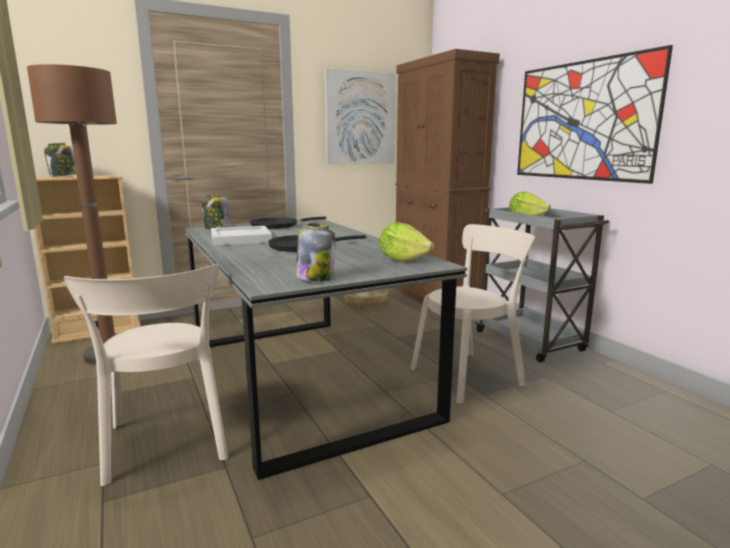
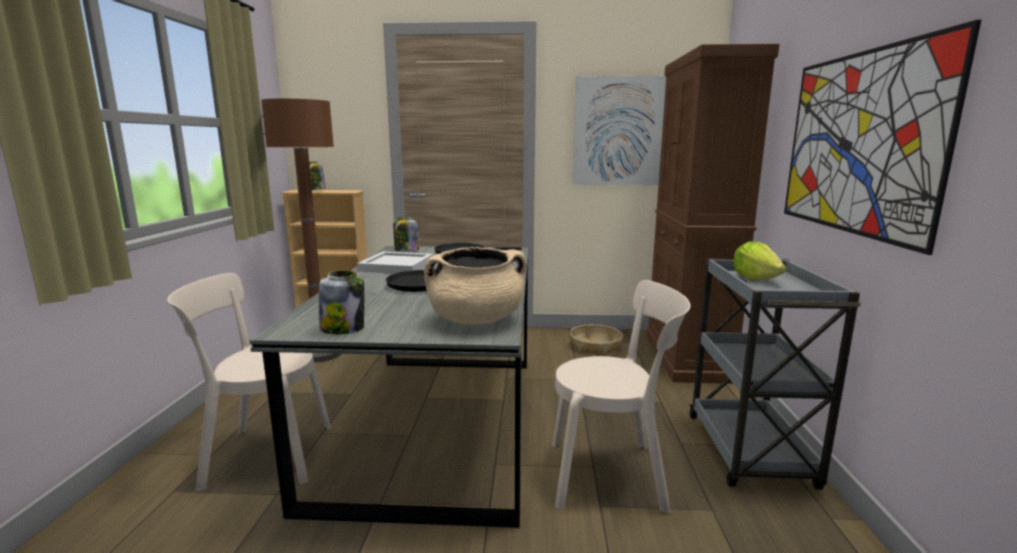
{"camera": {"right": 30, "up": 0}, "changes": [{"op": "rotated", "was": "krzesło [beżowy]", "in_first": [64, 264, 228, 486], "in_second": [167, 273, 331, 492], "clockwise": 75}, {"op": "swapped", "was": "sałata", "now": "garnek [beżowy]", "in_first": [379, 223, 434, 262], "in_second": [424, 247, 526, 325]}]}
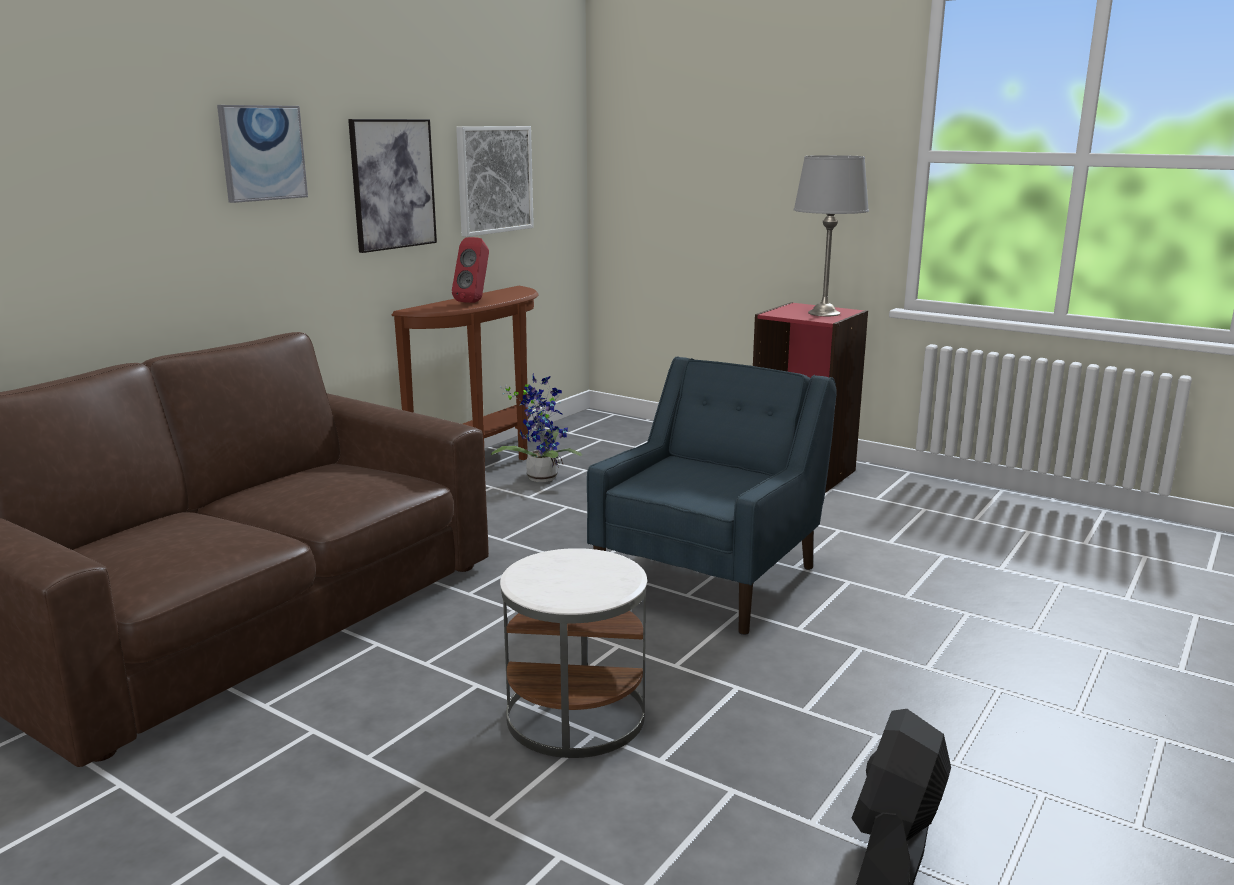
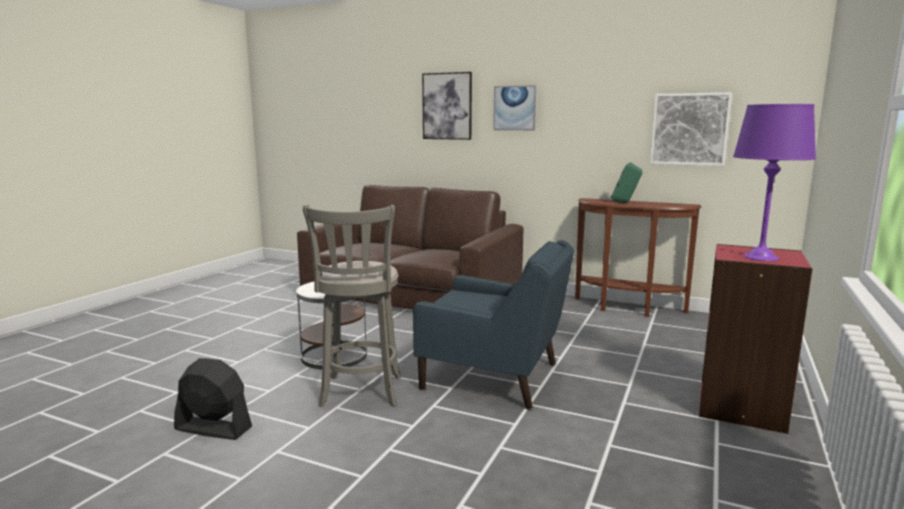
{"camera": {"right": 80, "up": -5}, "changes": [{"op": "new", "now": "stołek [szary]", "in_second": [303, 205, 401, 407]}, {"op": "shifted", "was": "obraz", "in_first": [348, 119, 437, 253], "in_second": [422, 72, 472, 140]}, {"op": "repainted", "was": "głośnik [czerwony]", "now": "głośnik [zielony]", "in_first": [452, 237, 489, 303], "in_second": [611, 162, 642, 203]}, {"op": "repainted", "was": "lampa stołowa [szary]", "now": "lampa stołowa [fioletowy]", "in_first": [794, 155, 869, 316], "in_second": [733, 104, 816, 261]}, {"op": "gone", "was": "roślina doniczkowa", "in_first": [491, 372, 582, 482]}]}
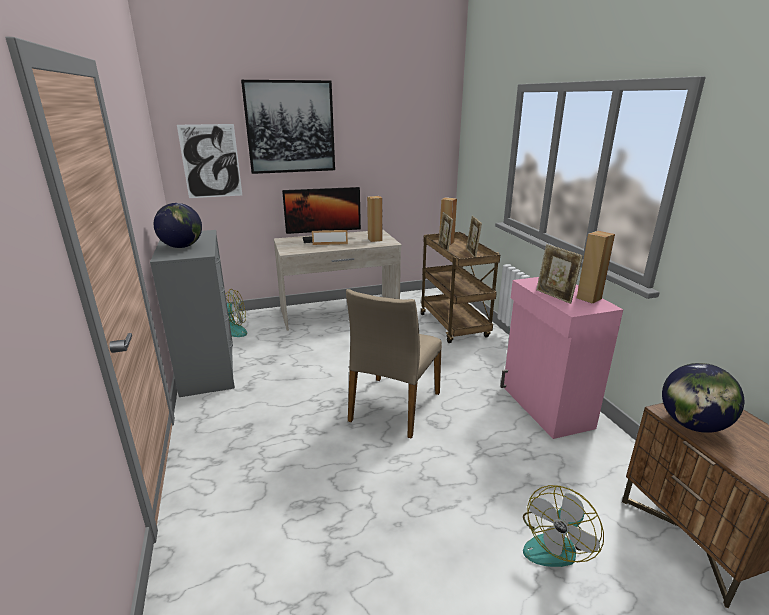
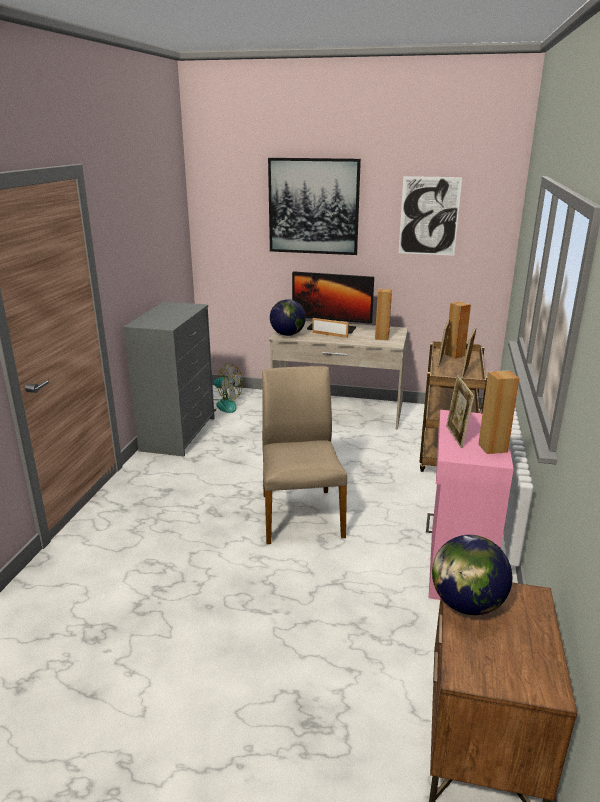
{"camera": {"right": 30, "up": 0}, "changes": [{"op": "rotated", "was": "krzesło [beżowy]", "in_first": [346, 289, 442, 439], "in_second": [262, 366, 347, 544], "clockwise": 120}, {"op": "shifted", "was": "globus", "in_first": [154, 203, 202, 248], "in_second": [270, 299, 306, 336]}, {"op": "shifted", "was": "obraz", "in_first": [177, 124, 242, 198], "in_second": [399, 176, 462, 256]}, {"op": "gone", "was": "wentylator", "in_first": [523, 485, 604, 567]}]}
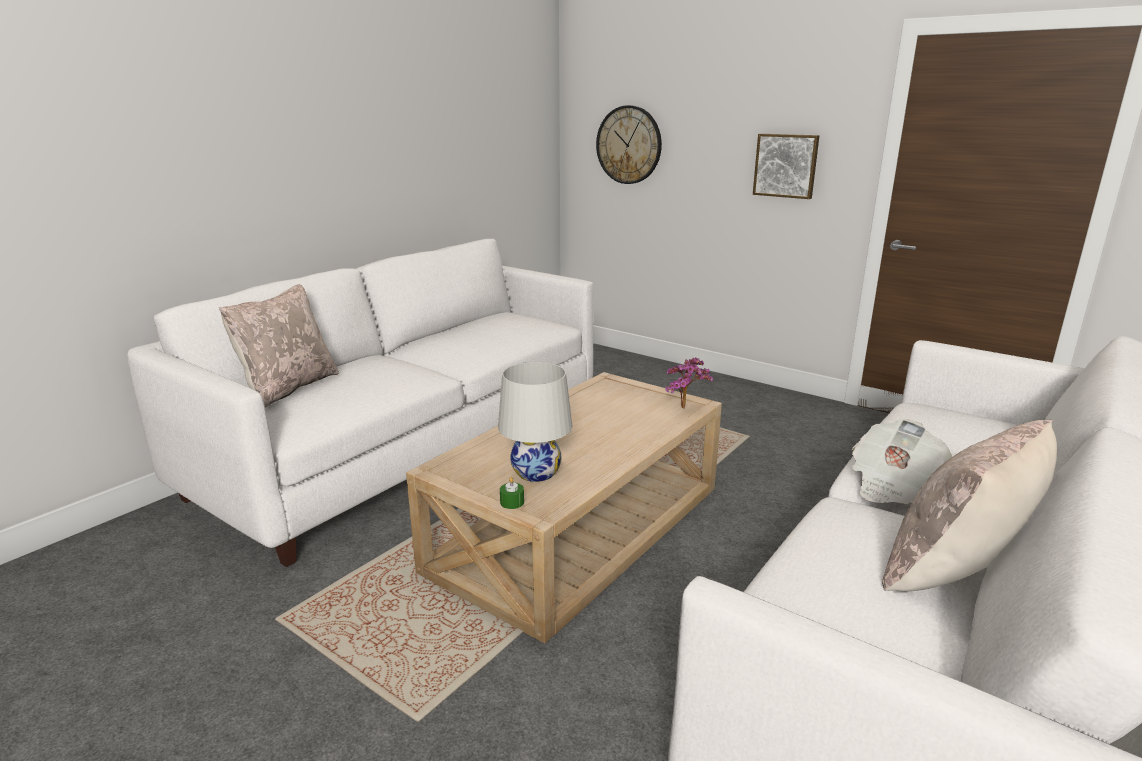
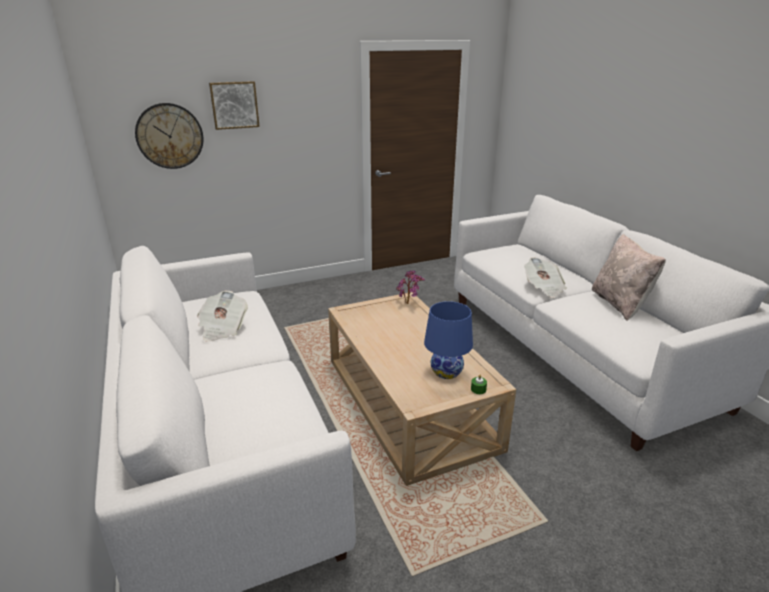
{"camera": {"right": -60, "up": 5}, "changes": [{"op": "new", "now": "gazeta", "in_second": [198, 291, 248, 342]}, {"op": "shifted", "was": "obraz", "in_first": [753, 134, 820, 199], "in_second": [209, 81, 260, 130]}, {"op": "repainted", "was": "lampa stołowa [biały]", "now": "lampa stołowa [niebieski]", "in_first": [498, 362, 572, 482], "in_second": [424, 301, 473, 379]}, {"op": "gone", "was": "poduszka [beżowy]", "in_first": [219, 284, 339, 407]}]}
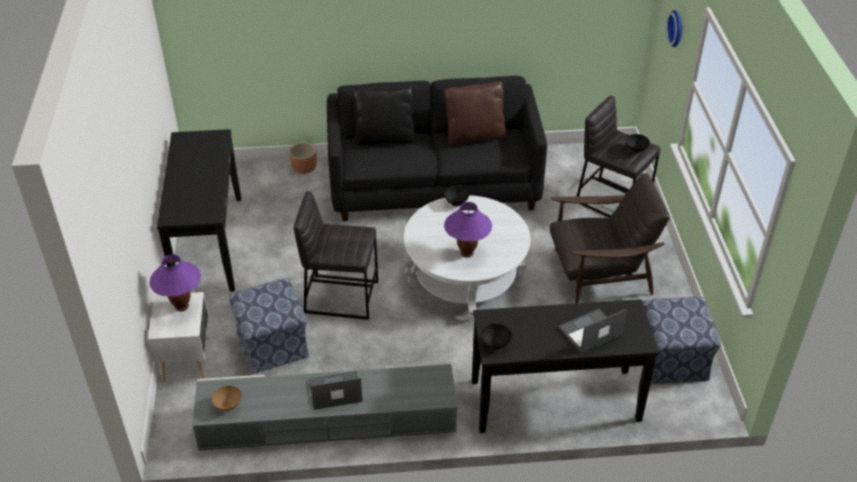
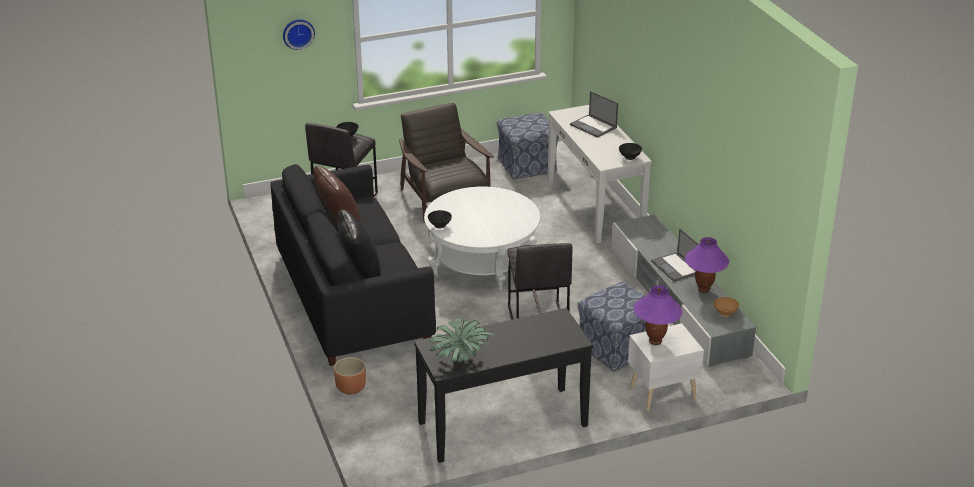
{"camera": {"right": -105, "up": -10}, "changes": [{"op": "new", "now": "roślina doniczkowa", "in_second": [430, 317, 496, 363]}, {"op": "repainted", "was": "stolik konsolowy [czarny]", "now": "stolik konsolowy [biały]", "in_first": [472, 299, 659, 433], "in_second": [548, 105, 652, 243]}, {"op": "shifted", "was": "lampa stołowa [fioletowy]", "in_first": [444, 202, 492, 258], "in_second": [684, 237, 730, 293]}]}
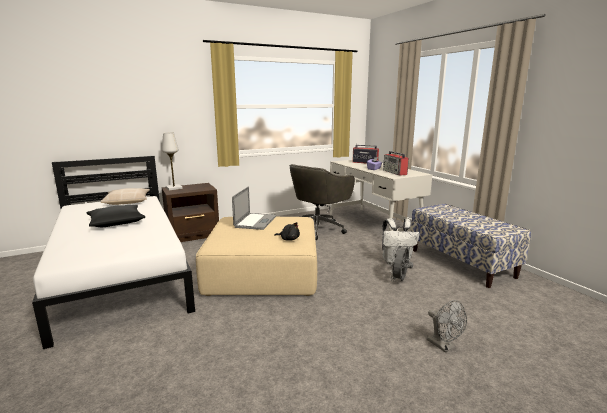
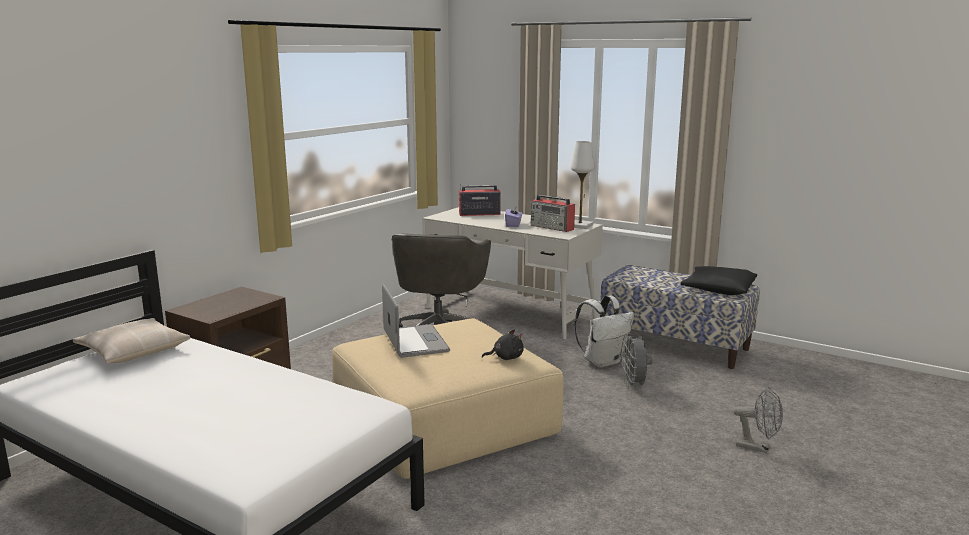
{"camera": {"right": -30, "up": 0}, "changes": [{"op": "shifted", "was": "lampa stołowa [biały]", "in_first": [162, 133, 183, 190], "in_second": [570, 141, 595, 229]}, {"op": "shifted", "was": "poduszka [czarny]", "in_first": [87, 205, 145, 227], "in_second": [680, 266, 757, 295]}]}
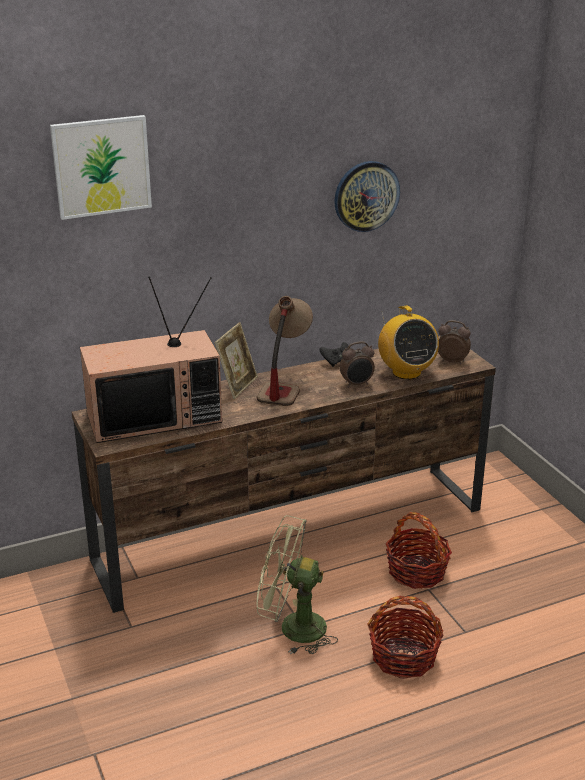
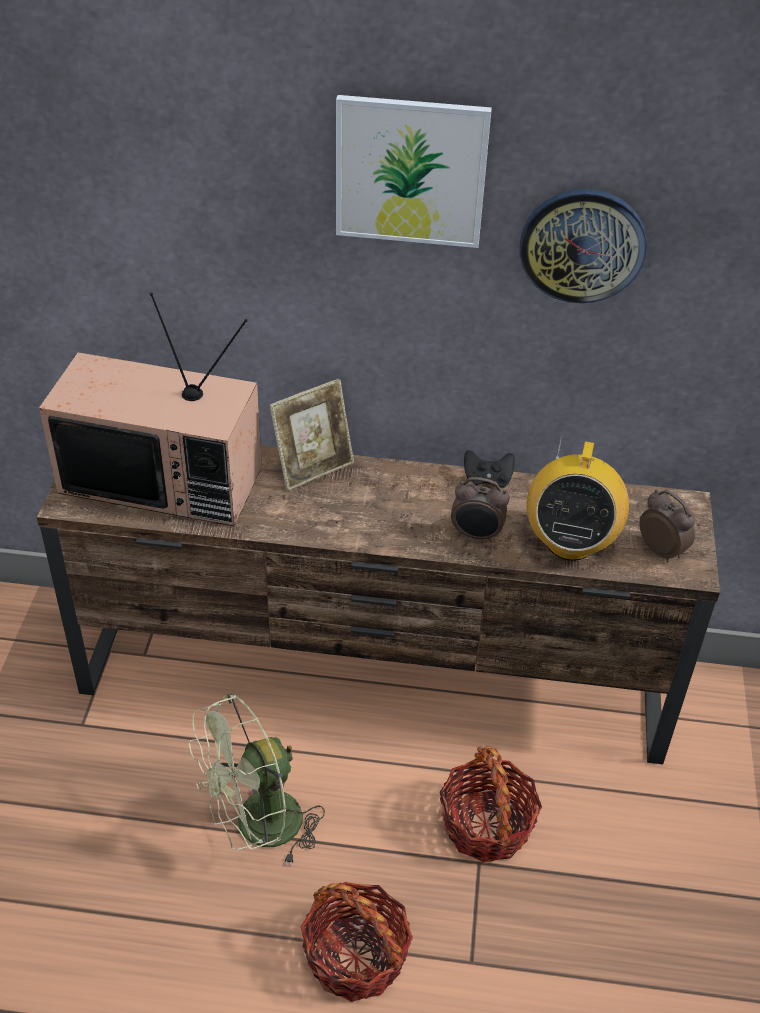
{"camera": {"right": 30, "up": 15}, "changes": [{"op": "rotated", "was": "wentylator [zielony]", "in_first": [257, 515, 338, 654], "in_second": [189, 693, 325, 867], "clockwise": -75}, {"op": "shifted", "was": "obraz", "in_first": [50, 115, 152, 220], "in_second": [336, 95, 492, 248]}, {"op": "gone", "was": "lampa stołowa", "in_first": [257, 296, 313, 406]}]}
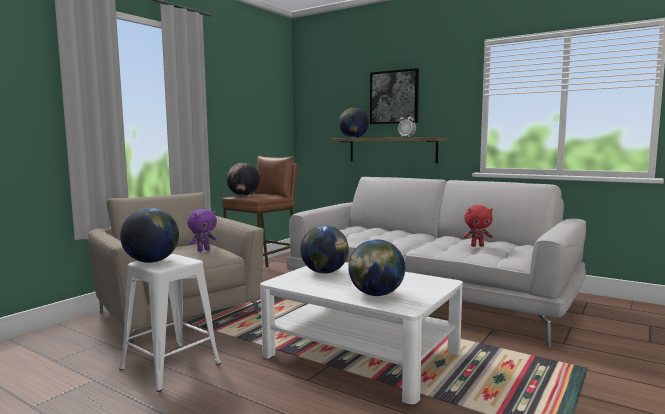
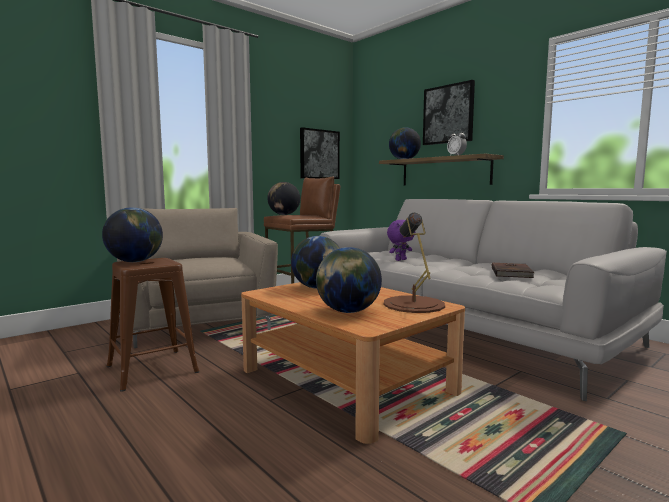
{"camera": {"right": 15, "up": 0}, "changes": [{"op": "repainted", "was": "stołek [biały]", "now": "stołek [brązowy]", "in_first": [119, 254, 221, 392], "in_second": [107, 258, 200, 392]}, {"op": "repainted", "was": "ława [biały]", "now": "ława [brązowy]", "in_first": [260, 262, 463, 404], "in_second": [241, 282, 465, 444]}, {"op": "new", "now": "obraz", "in_second": [300, 127, 340, 179]}, {"op": "new", "now": "lampa stołowa [brązowy]", "in_second": [384, 213, 445, 313]}, {"op": "shifted", "was": "pluszak [fioletowy]", "in_first": [187, 209, 217, 252], "in_second": [387, 220, 415, 261]}, {"op": "swapped", "was": "pluszak [czerwony]", "now": "książka [brązowy]", "in_first": [463, 205, 493, 247], "in_second": [492, 262, 534, 278]}]}
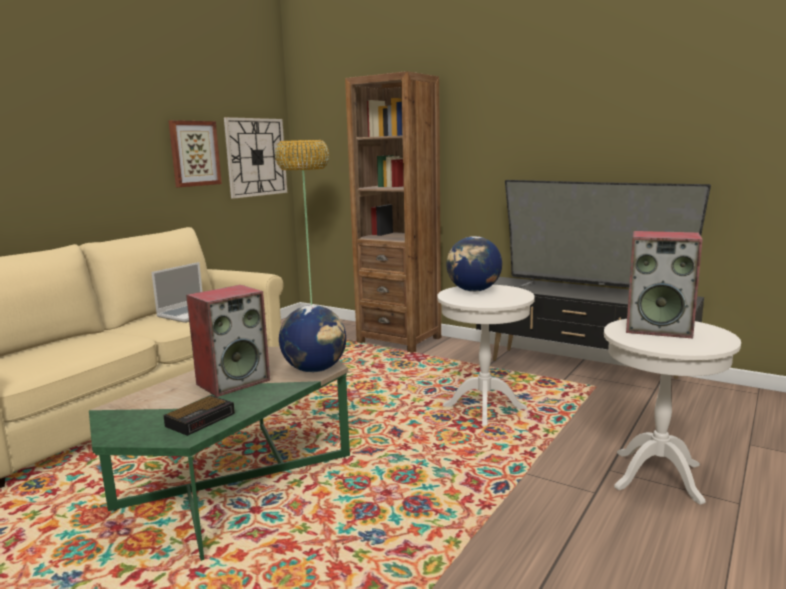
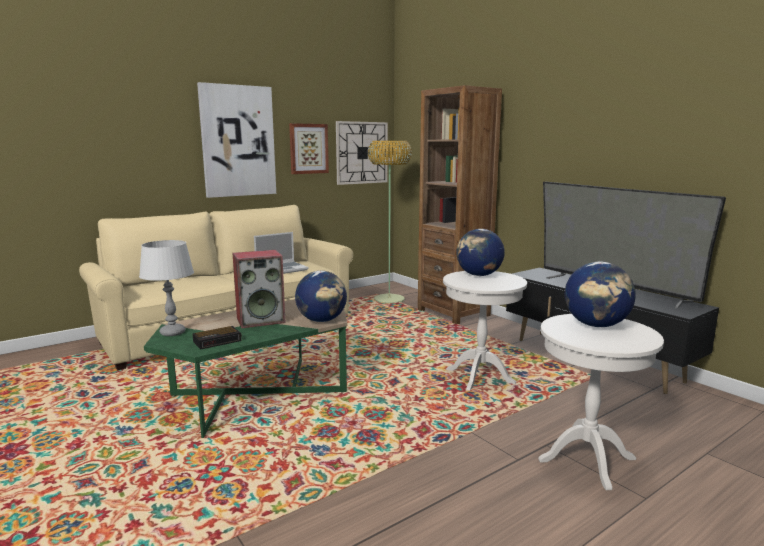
{"camera": {"right": 20, "up": 0}, "changes": [{"op": "new", "now": "lampa stołowa [szary]", "in_second": [139, 240, 194, 336]}, {"op": "new", "now": "obraz", "in_second": [197, 82, 276, 198]}, {"op": "swapped", "was": "głośnik", "now": "globus", "in_first": [626, 231, 703, 338], "in_second": [565, 262, 636, 327]}]}
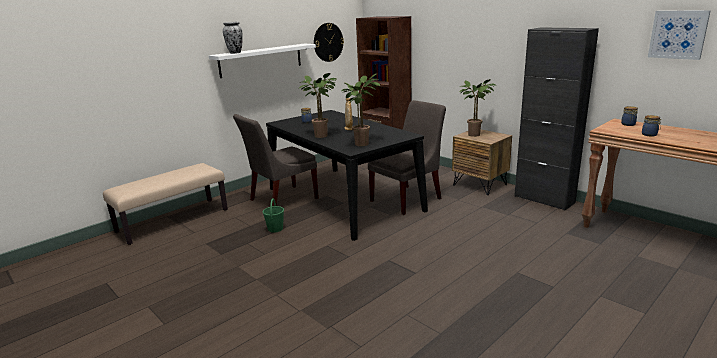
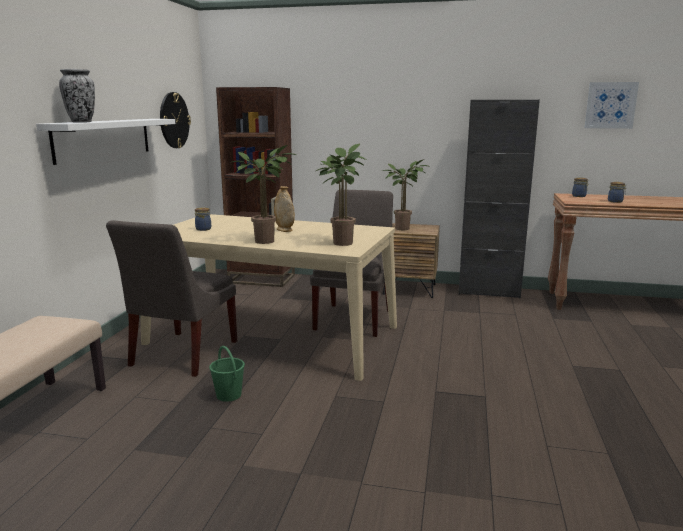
{"camera": {"right": -35, "up": -5}, "changes": [{"op": "repainted", "was": "stół jadalny [czarny]", "now": "stół jadalny [beżowy]", "in_first": [266, 110, 428, 241], "in_second": [140, 214, 397, 381]}]}
